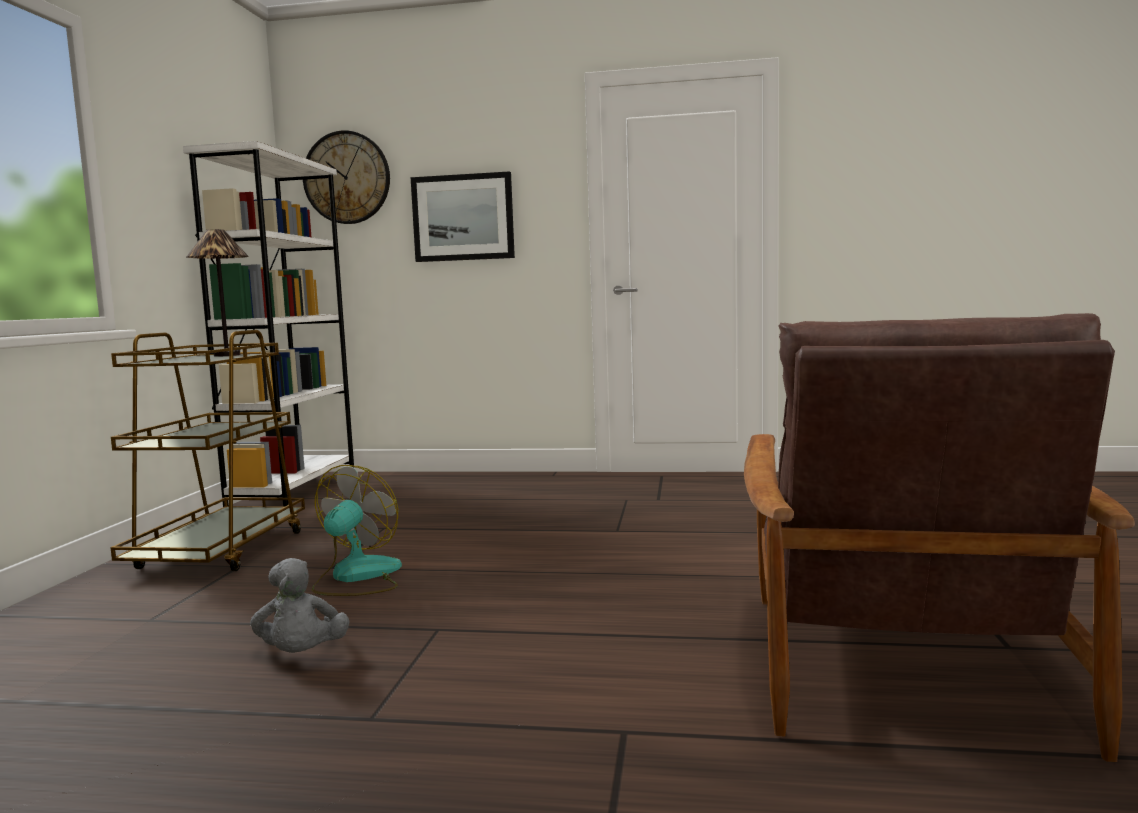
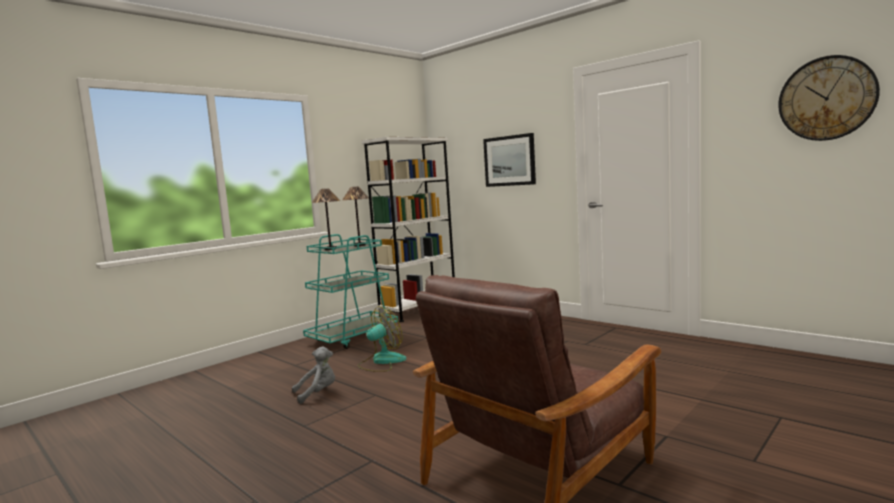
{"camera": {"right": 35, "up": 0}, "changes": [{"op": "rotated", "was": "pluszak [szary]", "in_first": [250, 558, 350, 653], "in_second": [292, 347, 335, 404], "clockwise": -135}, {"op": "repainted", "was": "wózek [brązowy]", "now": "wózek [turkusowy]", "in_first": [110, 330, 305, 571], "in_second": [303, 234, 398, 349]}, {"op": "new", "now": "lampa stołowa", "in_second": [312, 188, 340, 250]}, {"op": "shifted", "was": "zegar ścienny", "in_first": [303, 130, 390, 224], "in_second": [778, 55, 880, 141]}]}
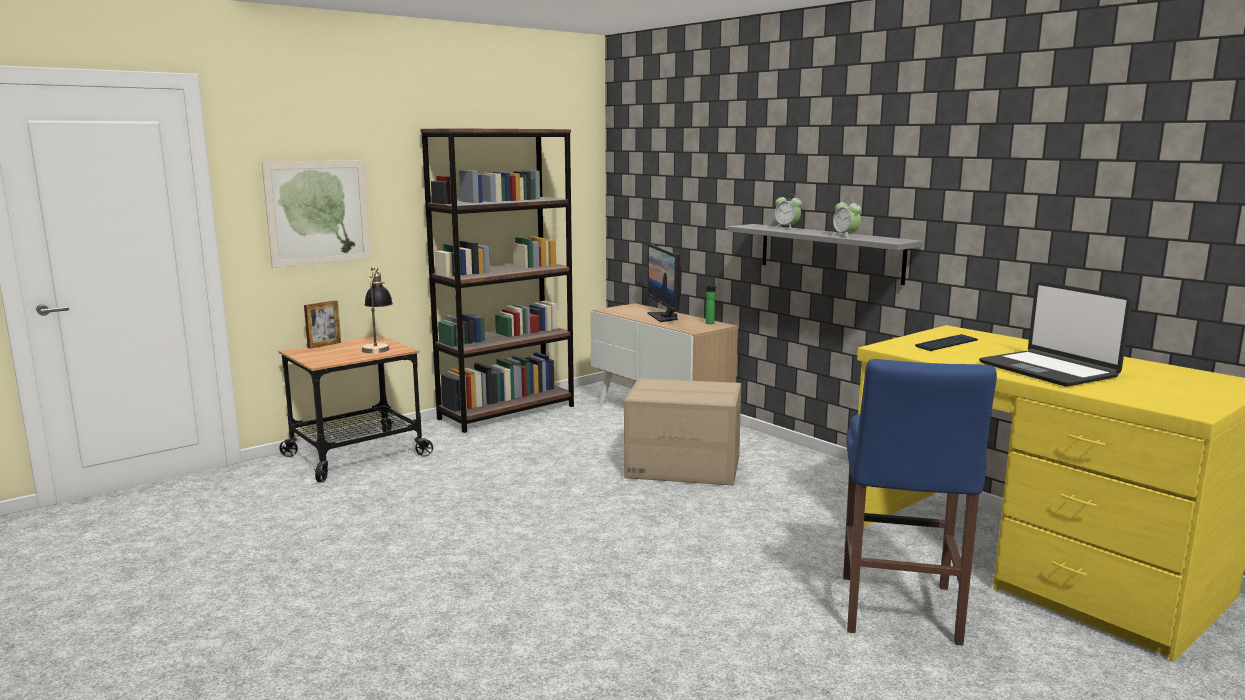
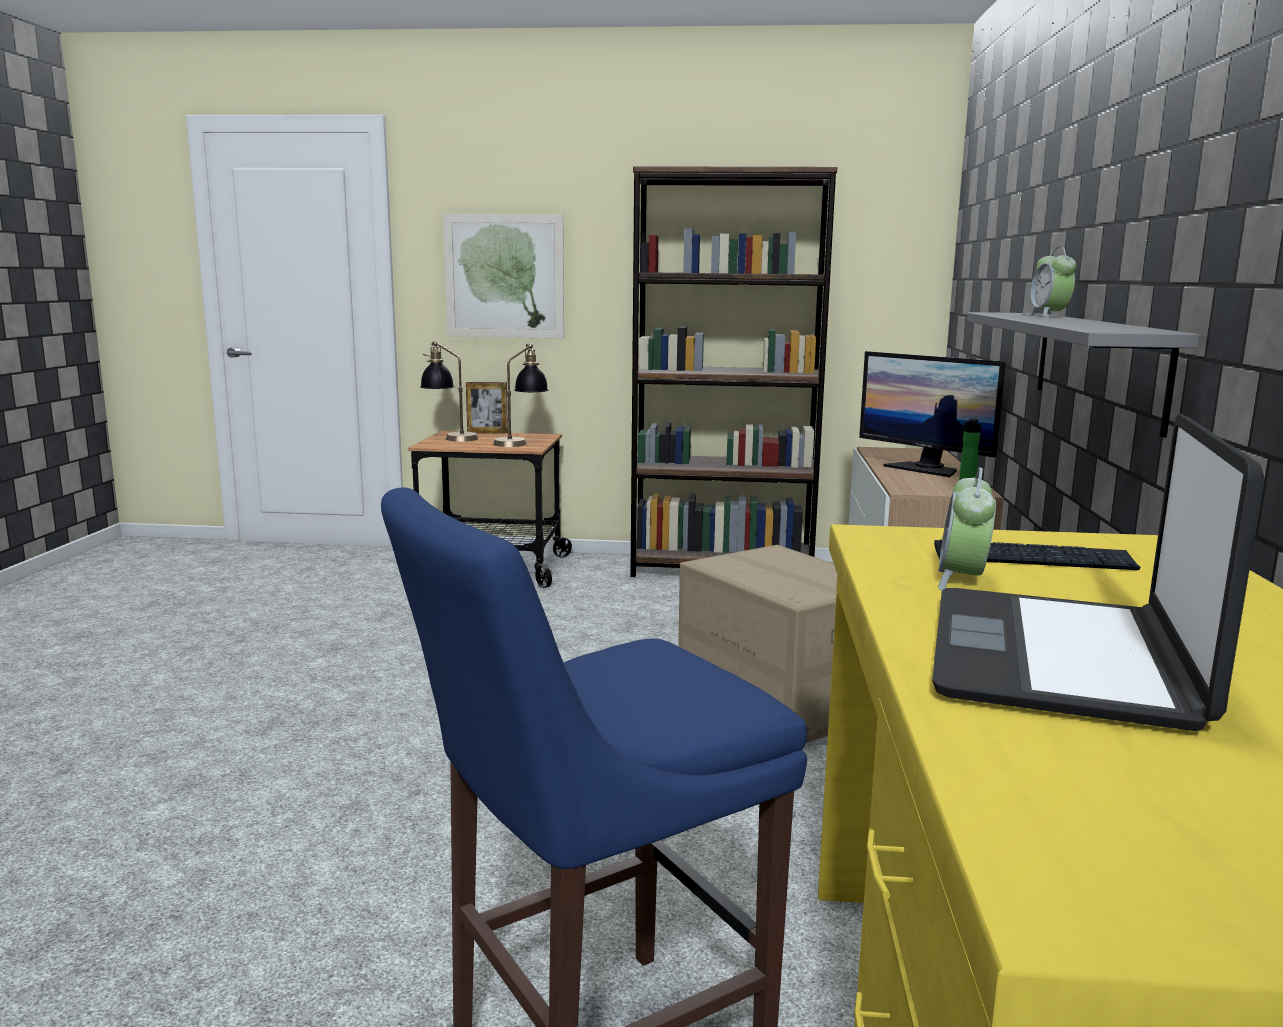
{"camera": {"right": 45, "up": 0}, "changes": [{"op": "new", "now": "lampa stołowa", "in_second": [420, 341, 478, 442]}, {"op": "rotated", "was": "monitor", "in_first": [648, 244, 682, 322], "in_second": [859, 351, 1006, 477], "clockwise": -75}, {"op": "shifted", "was": "budzik", "in_first": [832, 198, 861, 238], "in_second": [938, 467, 996, 590]}]}
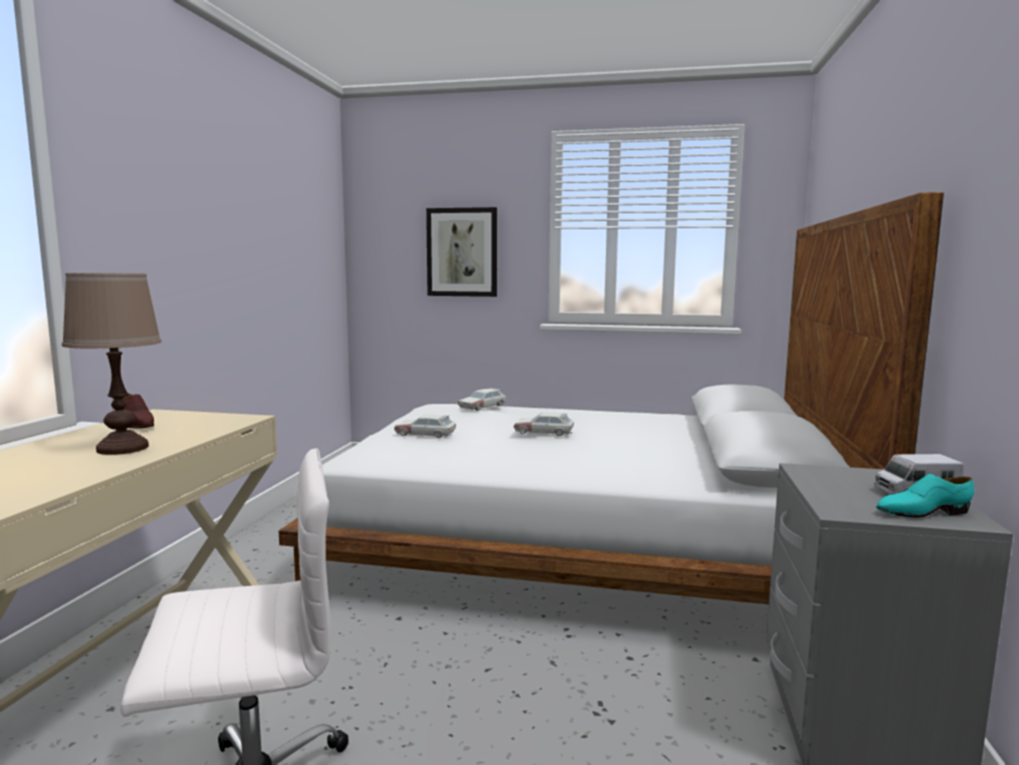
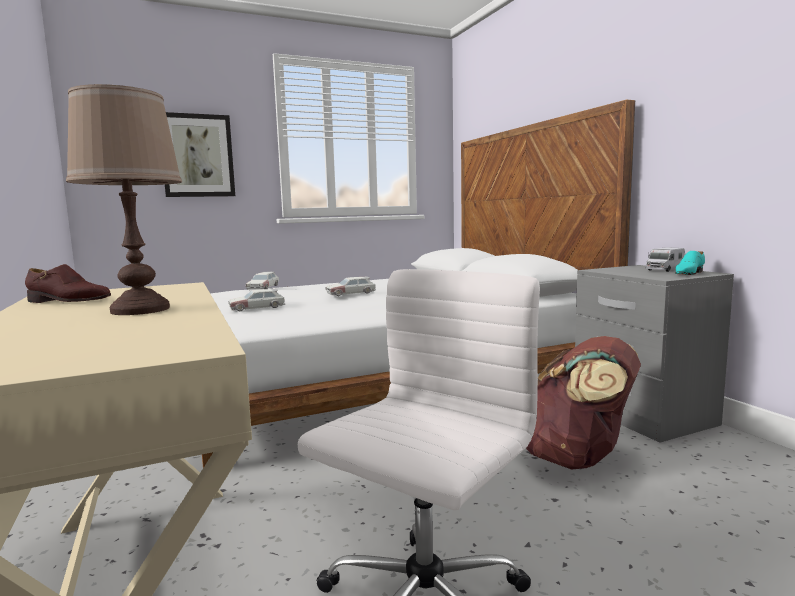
{"camera": {"right": -35, "up": 0}, "changes": [{"op": "new", "now": "plecak [brązowy]", "in_second": [526, 336, 641, 470]}]}
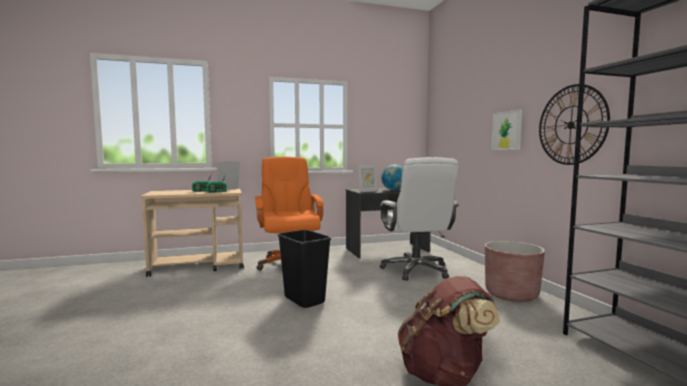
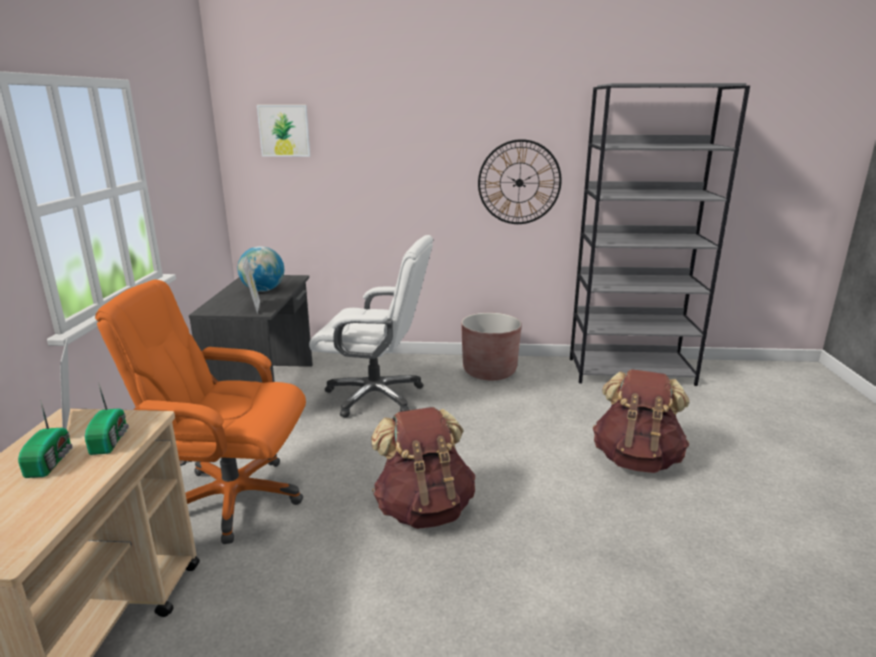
{"camera": {"right": -70, "up": 15}, "changes": [{"op": "shifted", "was": "obraz", "in_first": [492, 110, 522, 150], "in_second": [257, 105, 310, 157]}, {"op": "swapped", "was": "kosz na śmieci [czarny]", "now": "plecak [brązowy]", "in_first": [278, 230, 331, 308], "in_second": [371, 407, 475, 529]}]}
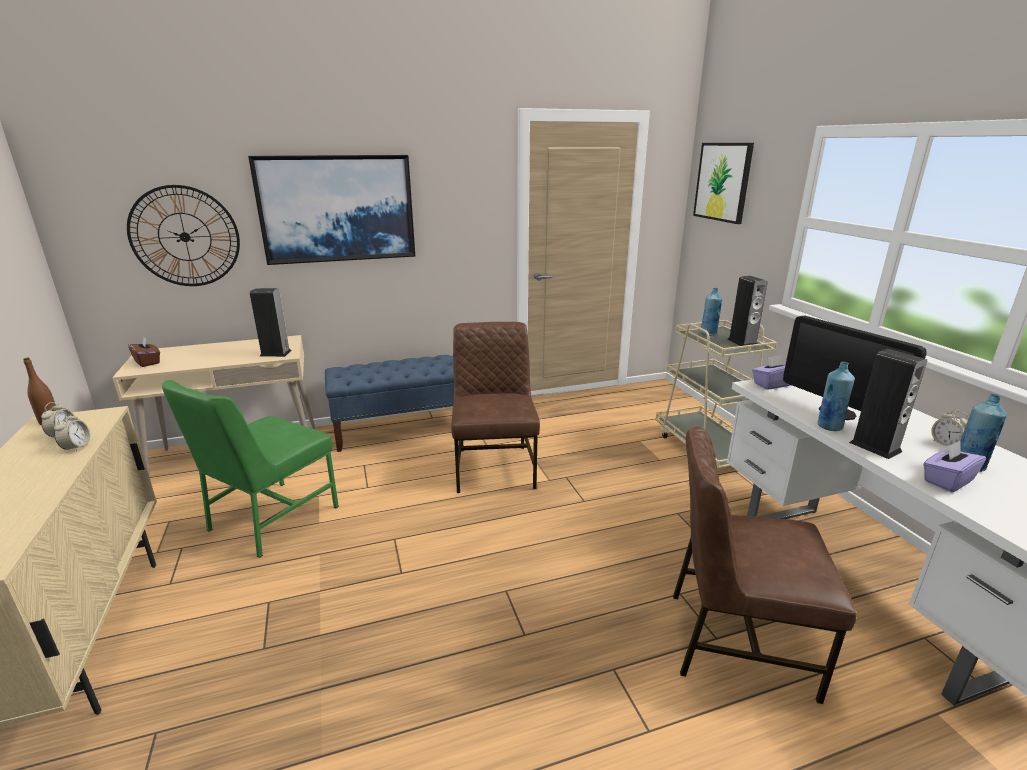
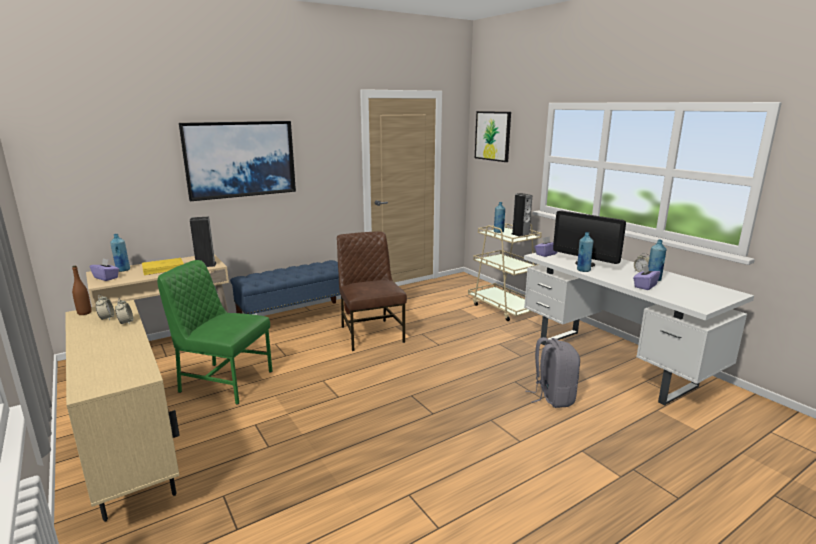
{"camera": {"right": -15, "up": -5}, "changes": [{"op": "repainted", "was": "pudełko chusteczek [brązowy]", "now": "pudełko chusteczek [fioletowy]", "in_first": [128, 337, 160, 367], "in_second": [90, 258, 119, 281]}, {"op": "new", "now": "butelka [niebieski]", "in_second": [110, 234, 130, 272]}, {"op": "new", "now": "książka [żółty]", "in_second": [142, 258, 184, 275]}, {"op": "rotated", "was": "krzesło [zielony]", "in_first": [162, 380, 339, 558], "in_second": [157, 260, 272, 405], "clockwise": 90}, {"op": "swapped", "was": "krzesło [brązowy]", "now": "plecak [szary]", "in_first": [673, 426, 857, 704], "in_second": [525, 337, 580, 408]}, {"op": "gone", "was": "zegar ścienny", "in_first": [127, 185, 240, 286]}, {"op": "gone", "was": "głośnik", "in_first": [849, 349, 927, 459]}]}
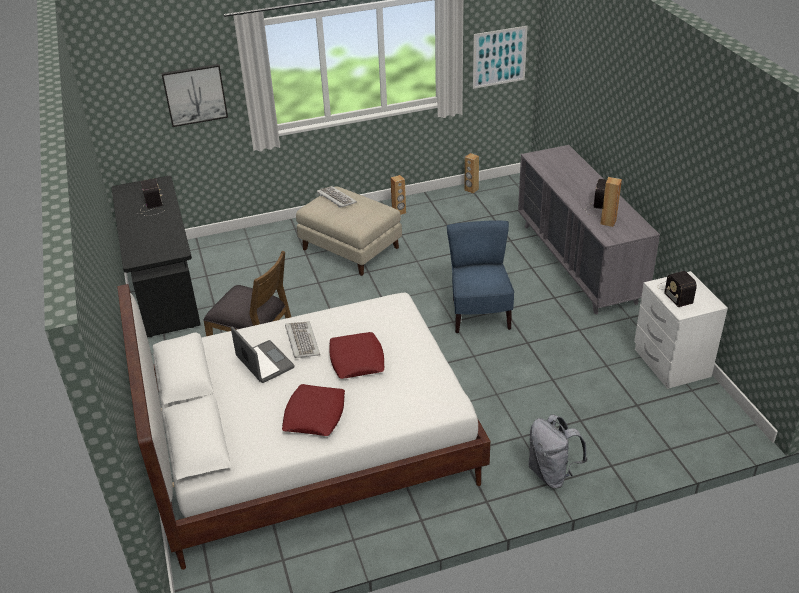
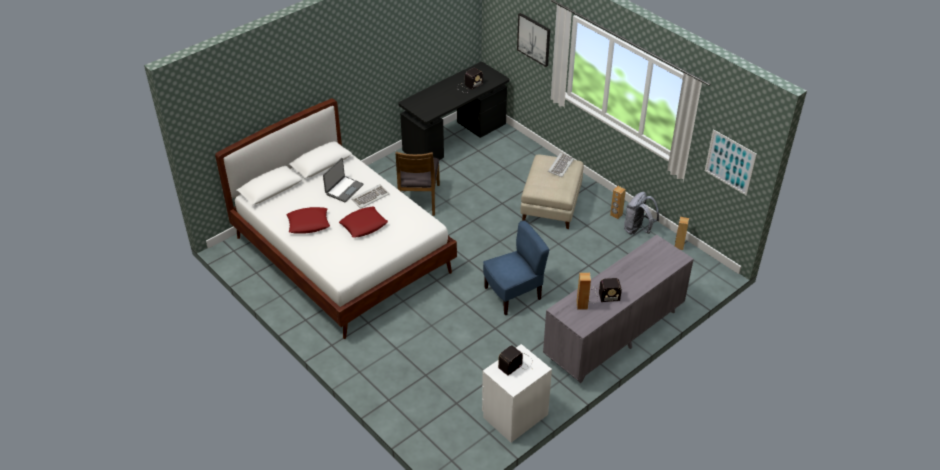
{"camera": {"right": 65, "up": 5}, "changes": [{"op": "shifted", "was": "plecak [szary]", "in_first": [529, 414, 587, 488], "in_second": [624, 192, 659, 235]}]}
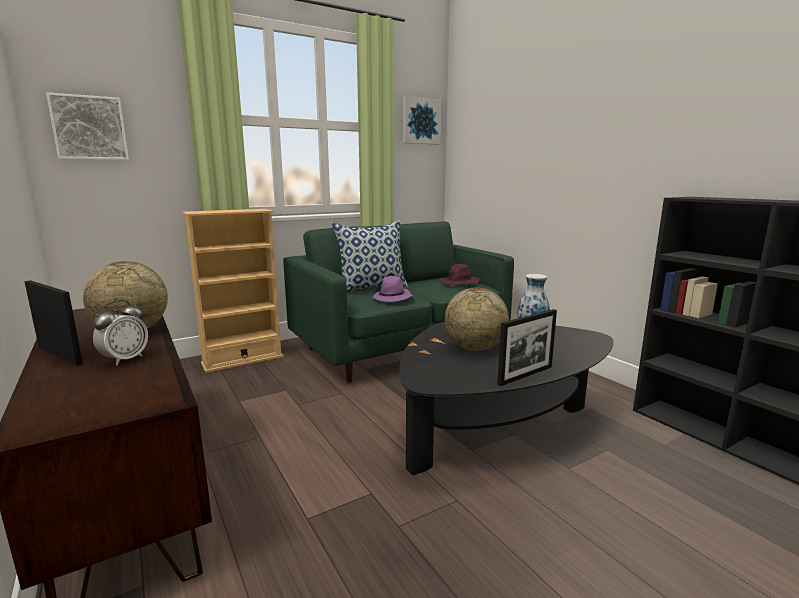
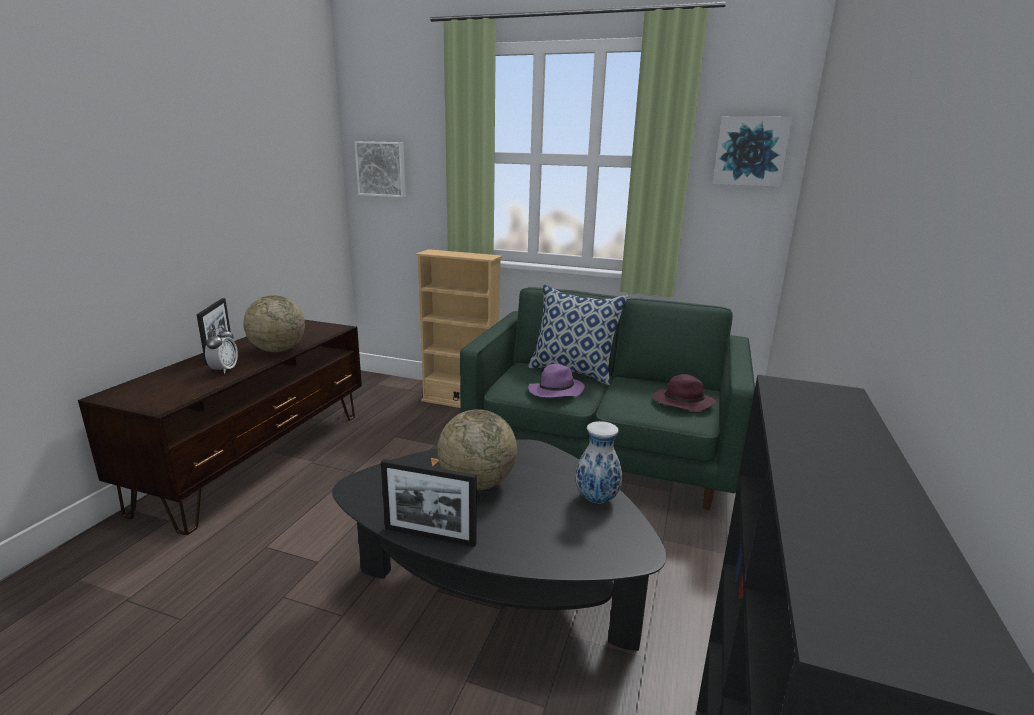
{"camera": {"right": 50, "up": 5}, "changes": [{"op": "rotated", "was": "budzik", "in_first": [93, 300, 148, 365], "in_second": [205, 327, 238, 374], "clockwise": -75}]}
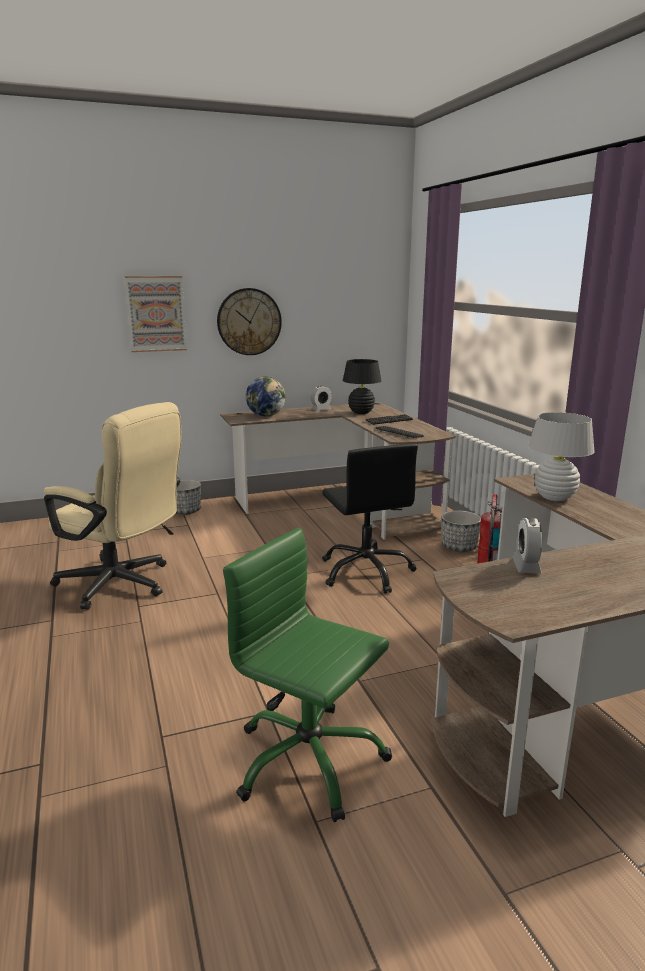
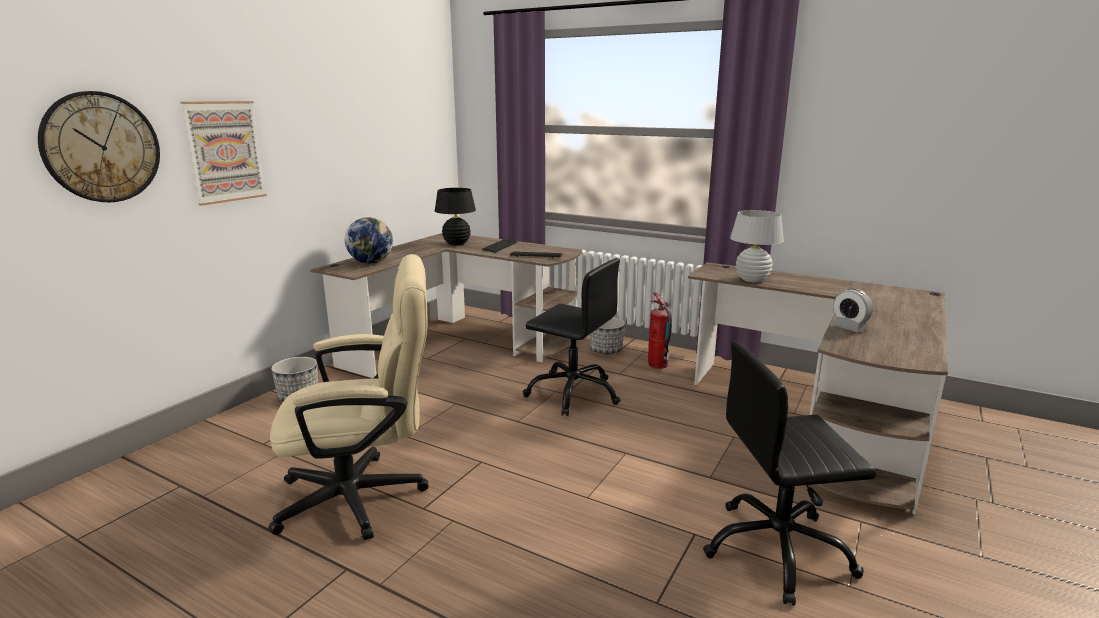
{"camera": {"right": -40, "up": 0}, "changes": [{"op": "shifted", "was": "zegar ścienny", "in_first": [217, 288, 282, 355], "in_second": [38, 91, 160, 202]}, {"op": "repainted", "was": "krzesło biurowe [zielony]", "now": "krzesło biurowe [czarny]", "in_first": [223, 528, 392, 822], "in_second": [703, 341, 876, 606]}, {"op": "gone", "was": "budzik", "in_first": [311, 386, 332, 411]}]}
